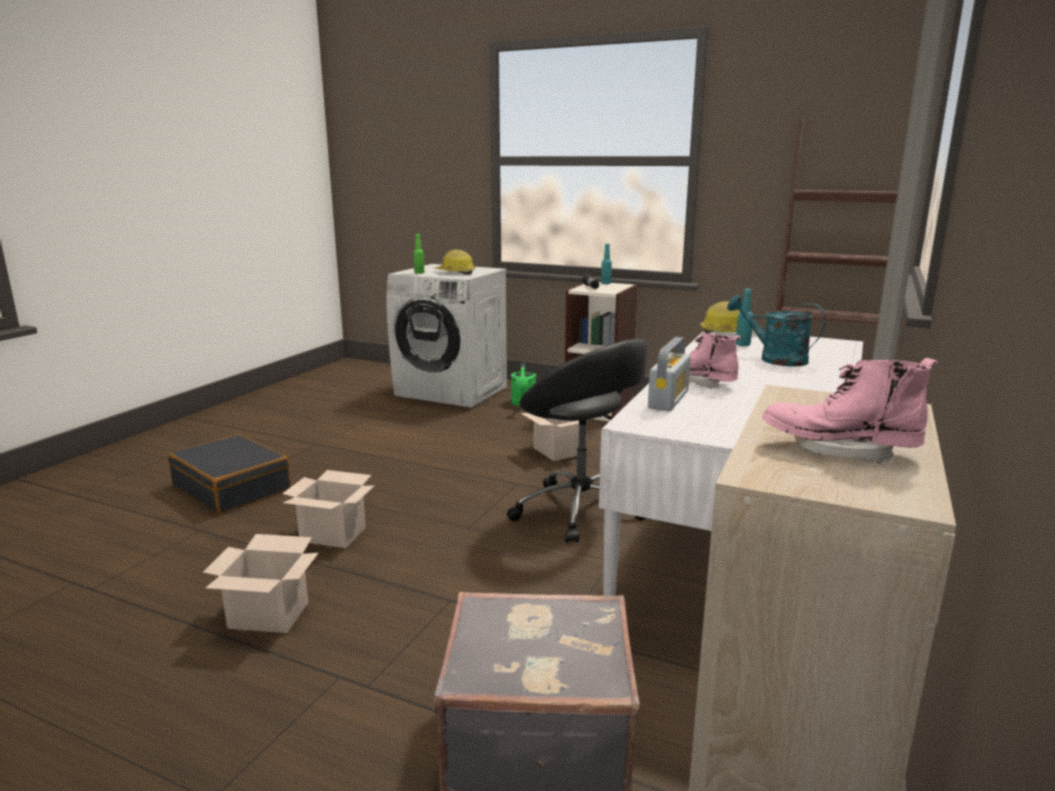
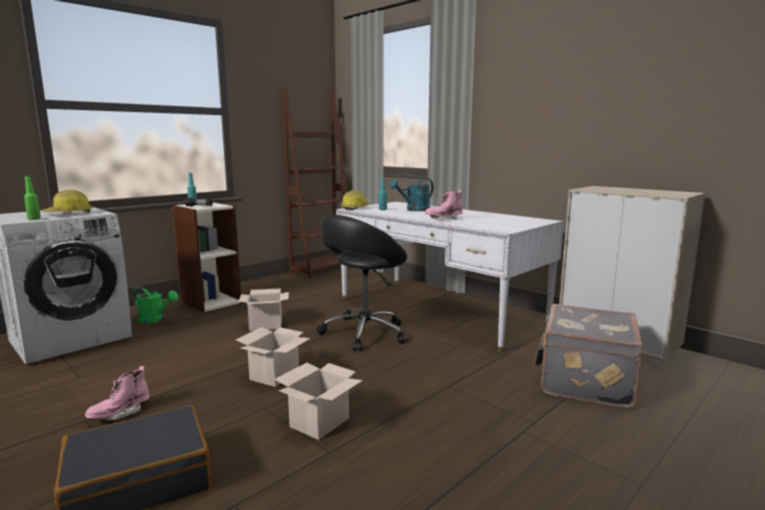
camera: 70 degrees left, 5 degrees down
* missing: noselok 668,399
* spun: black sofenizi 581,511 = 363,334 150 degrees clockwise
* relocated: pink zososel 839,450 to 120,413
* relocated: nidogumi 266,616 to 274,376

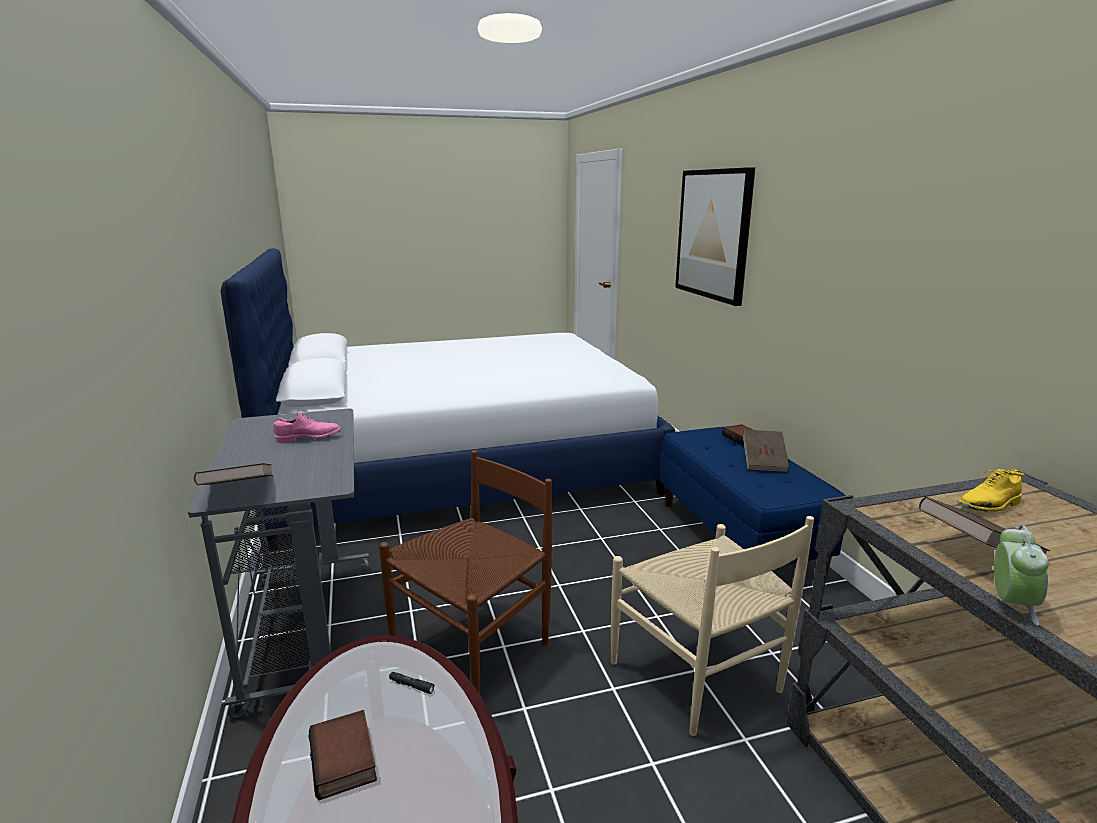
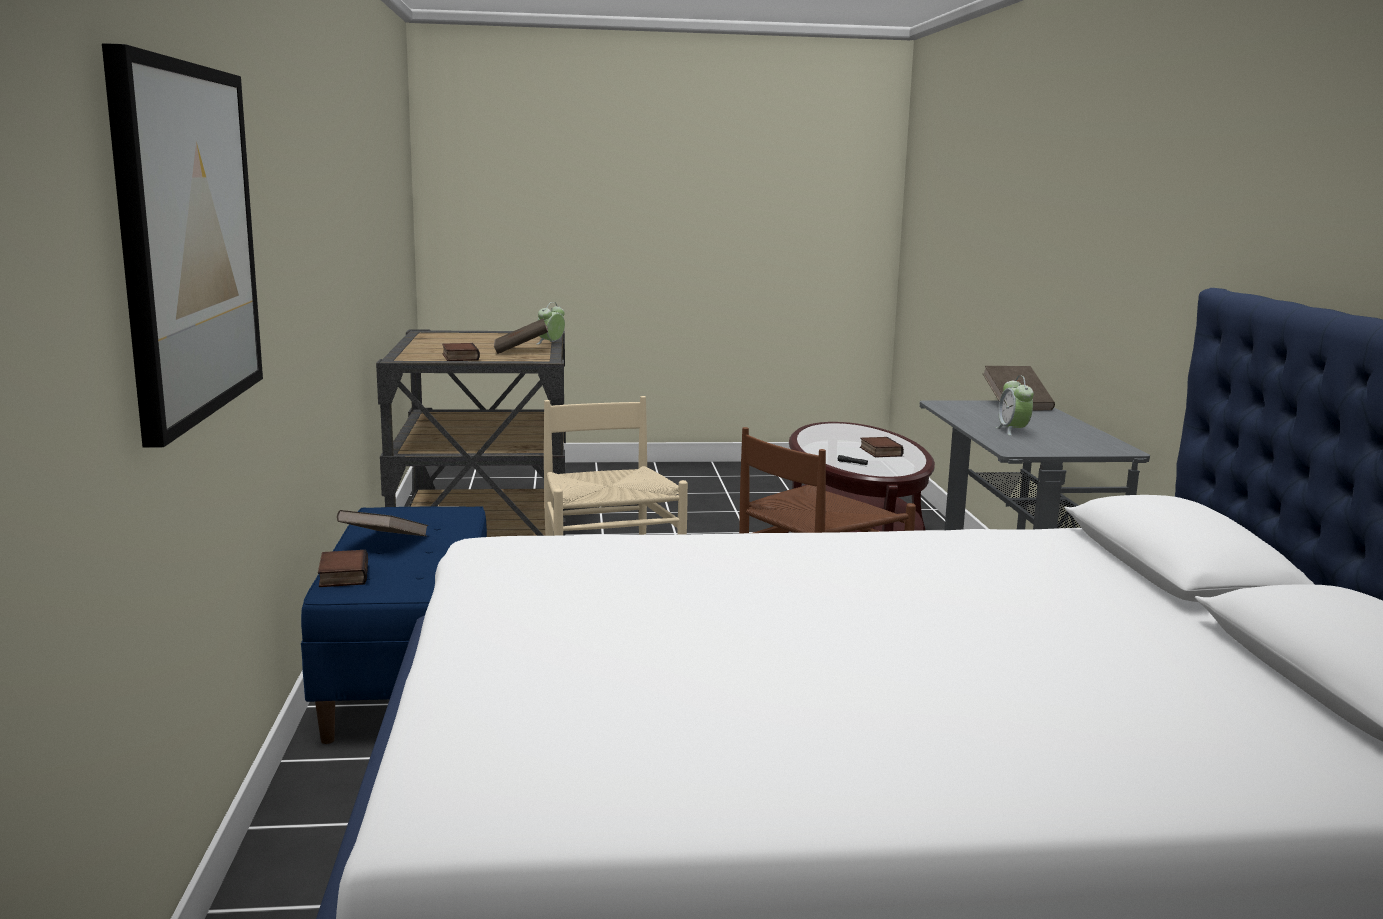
camera: 170 degrees left, 5 degrees down
* exchanged: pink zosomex 309,438 to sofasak 1013,431
* exchanged: yellow zosomex 988,506 to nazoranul 459,357

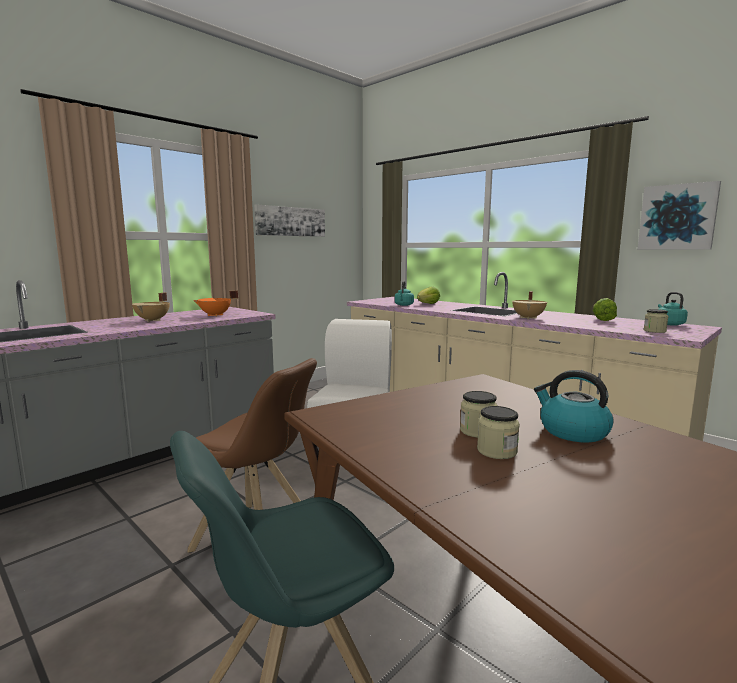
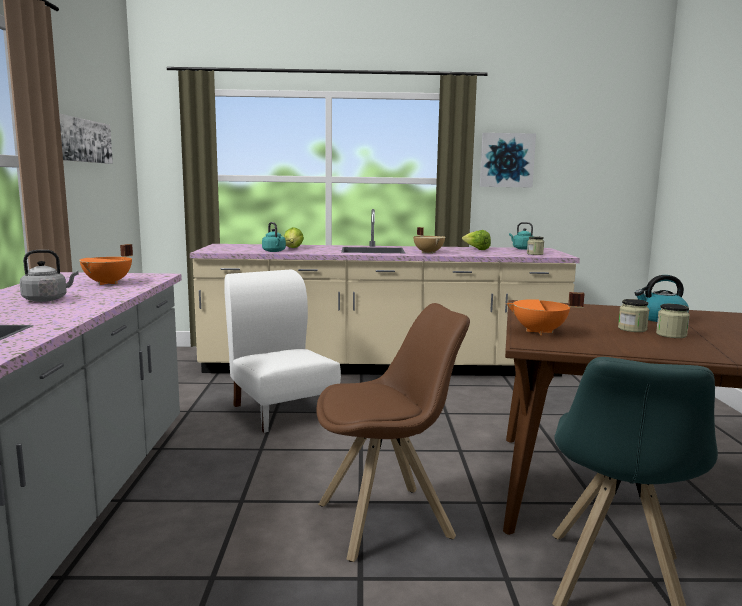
camera: 45 degrees left, 0 degrees up
* exchanged: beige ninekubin 153,320 to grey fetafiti 47,299
* appeared: orange ninekubin 540,332

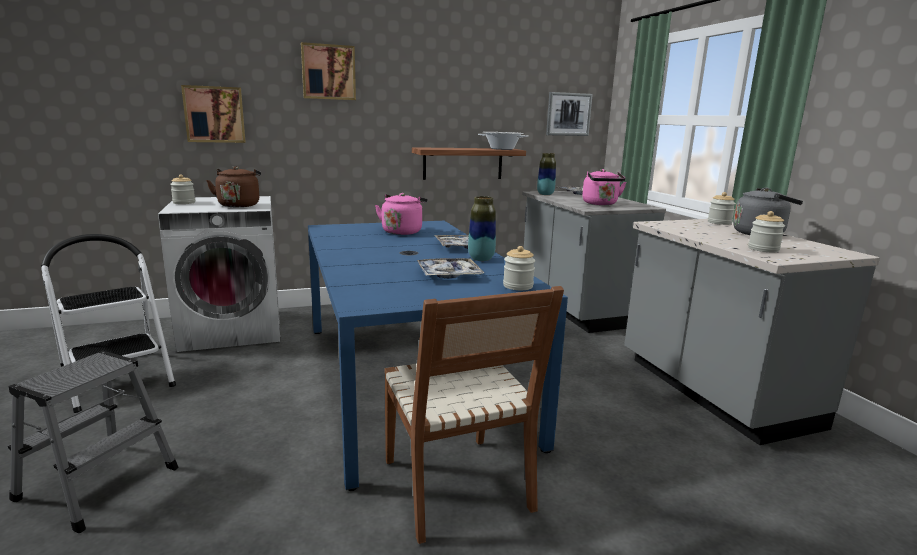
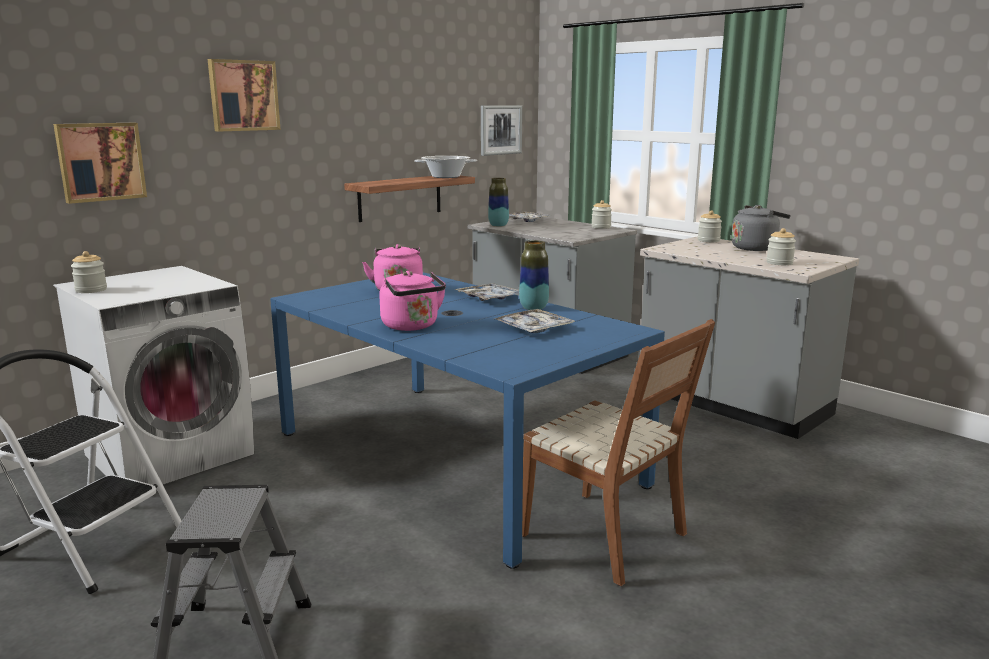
camera: 25 degrees left, 0 degrees up
* missing: brown fetafiti 239,205
* relocated: pink fetafiti 601,204 to 412,326
* relocated: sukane 518,286 to 601,227

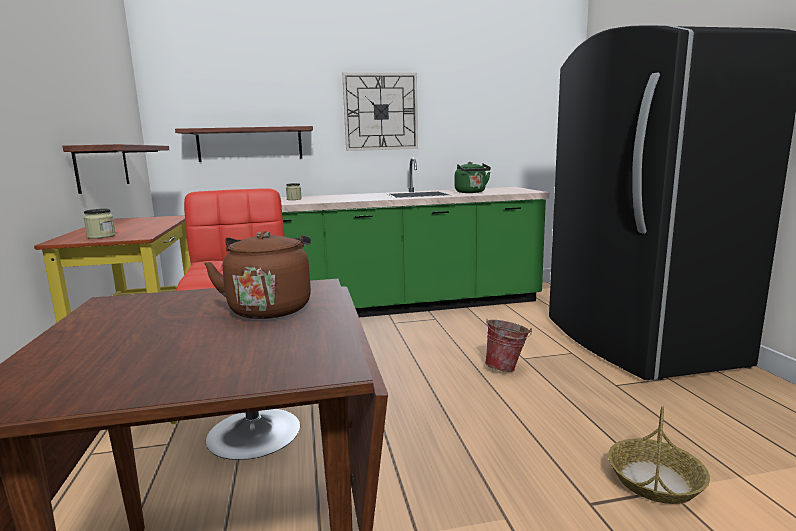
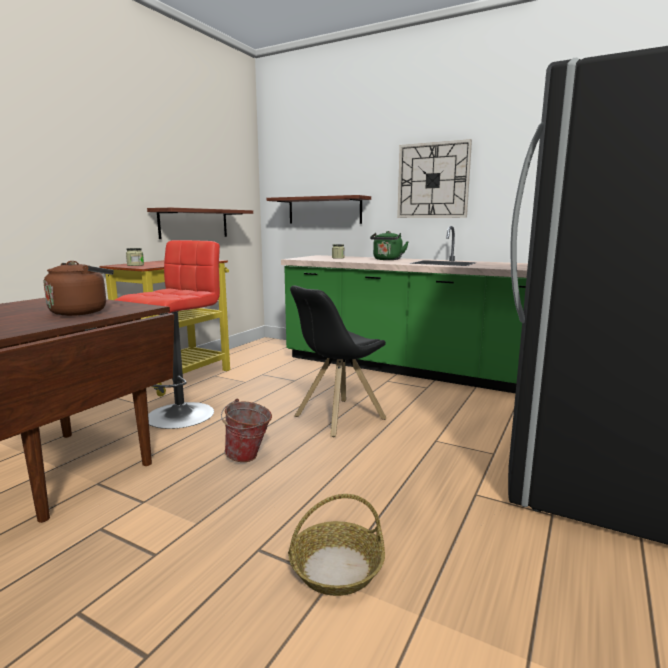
camera: 40 degrees right, 0 degrees up
* relocated: green fetafiti 471,192 to 387,259
* relocated: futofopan 507,368 to 248,458
* appeared: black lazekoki 338,417

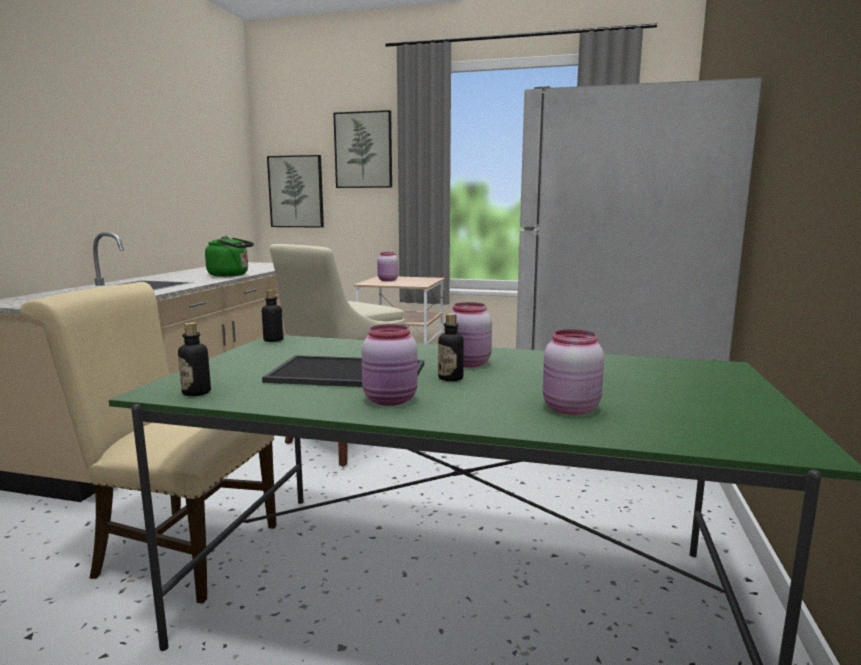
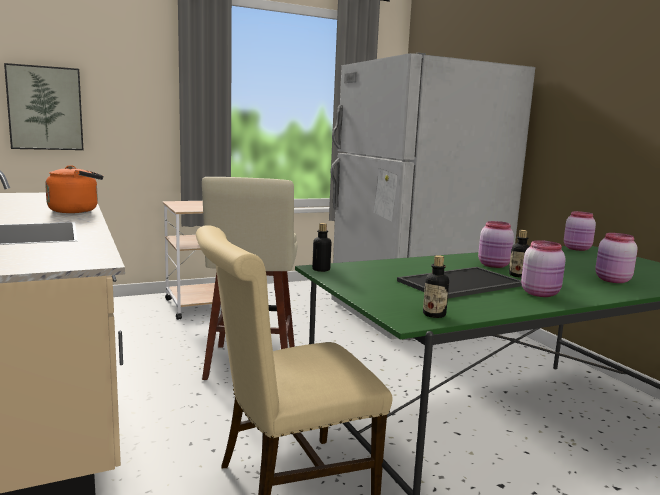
camera: 40 degrees left, 0 degrees up
* missing: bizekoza 363,150
* colour: green fetafiti 231,275 to orange fetafiti 76,210
* relocated: pink sukane 387,280 to 577,249

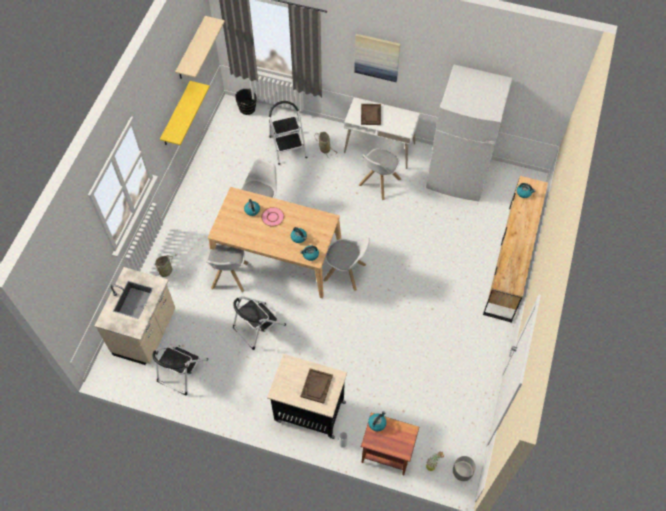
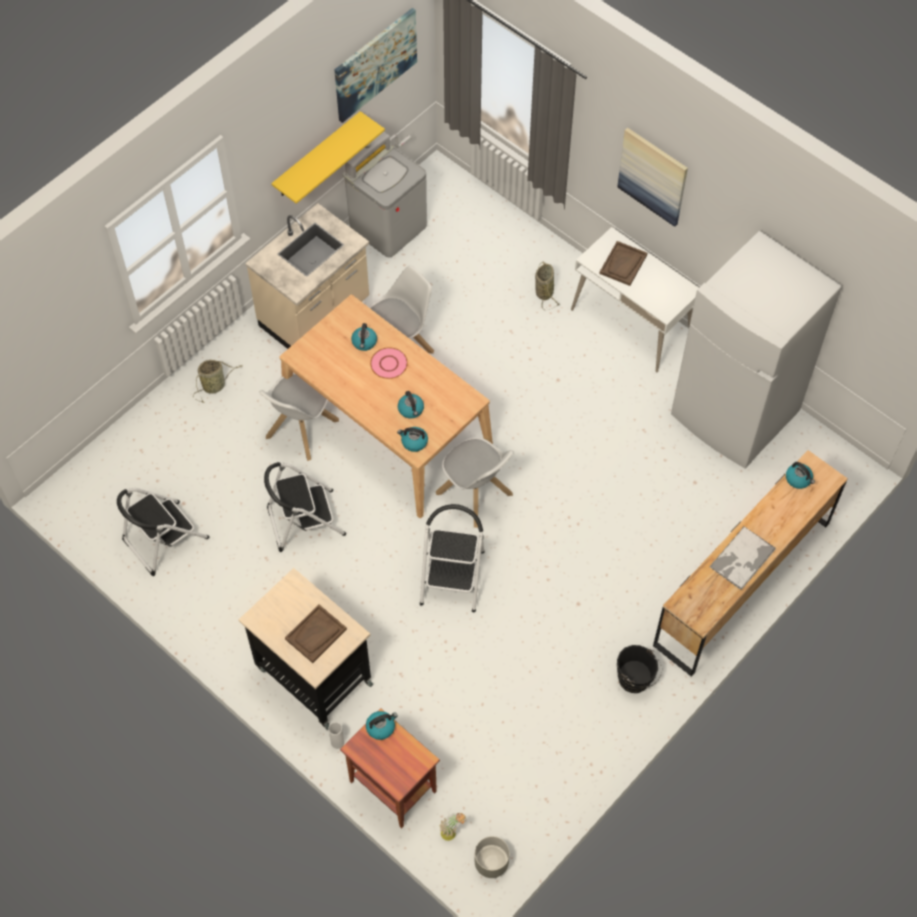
camera: 25 degrees right, 0 degrees up
* exchanged: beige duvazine 191,49 to bizekoza 375,64
* relocated: black futofopan 248,109 to 636,680
* relocated: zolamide 288,146 to 453,575
* missing: lazekoki 378,183
* relocated: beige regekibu 146,333 to 315,315
* appeared: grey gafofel 389,226
* appeared: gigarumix 742,559

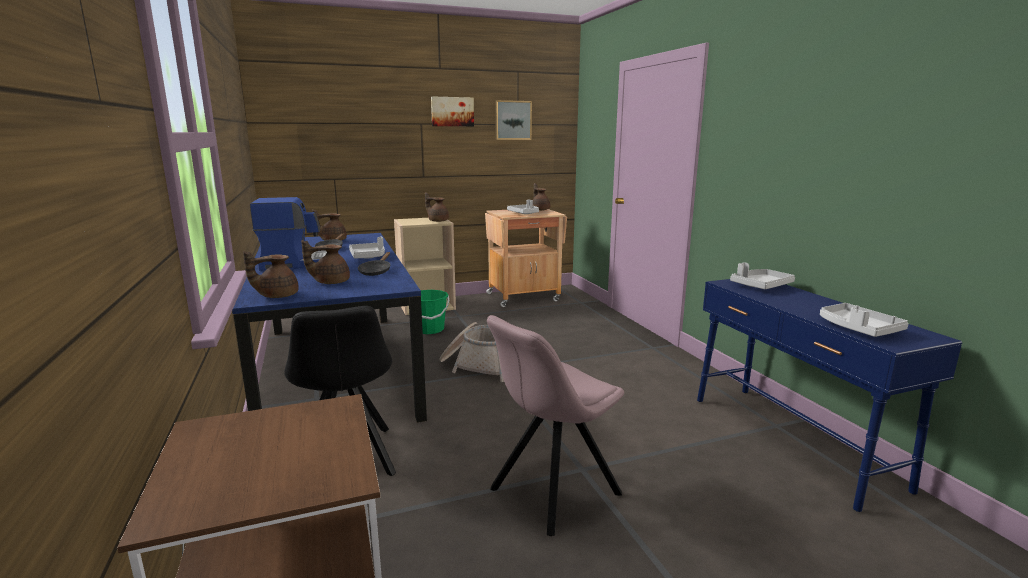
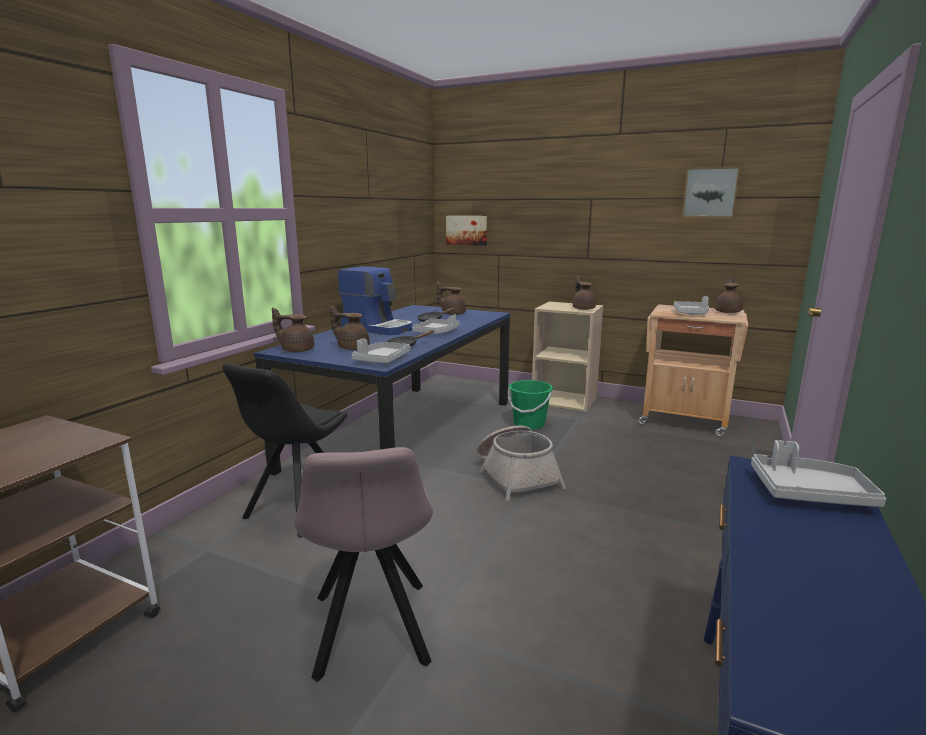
camera: 45 degrees right, 0 degrees up
* relocated: bizekoza 452,111 to 467,230
* relocated: grey gigarumix 858,329 to 382,360
* spun: pink lazekoki 553,491 = 371,629 105 degrees counterclockwise

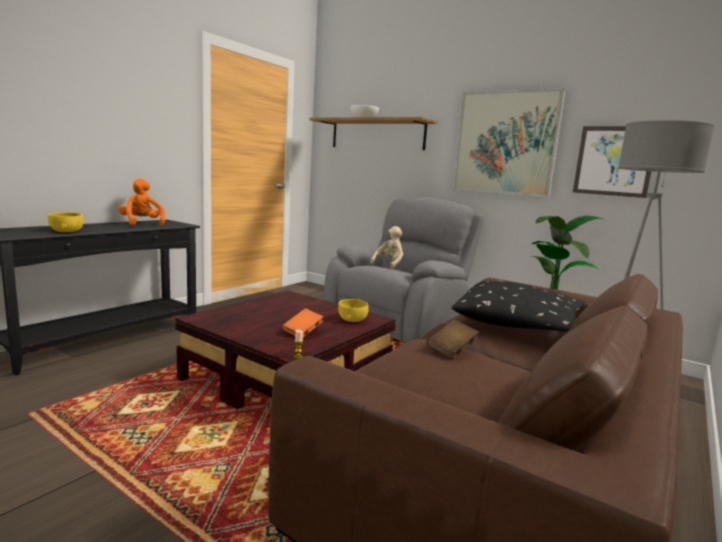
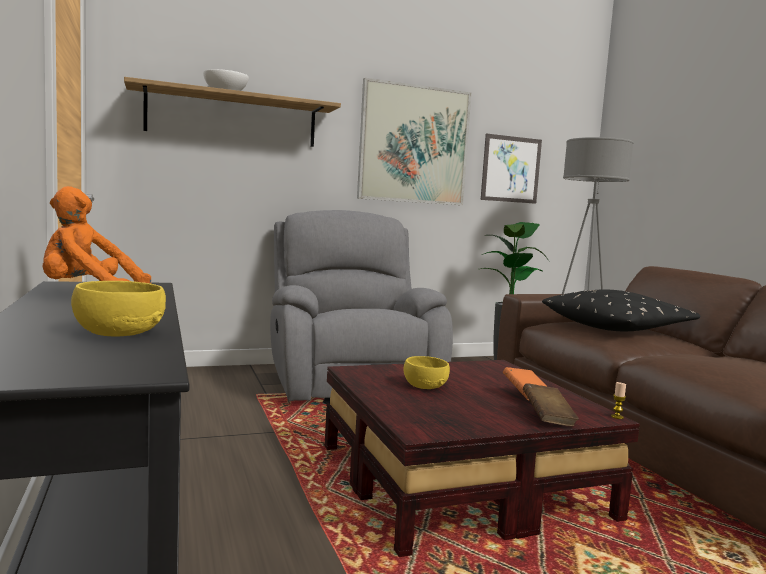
camera: 55 degrees left, 5 degrees down
* missing: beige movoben 389,264
* relocated: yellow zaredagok 352,319 to 425,386
* relocated: brown nazoranul 451,349 to 548,418

